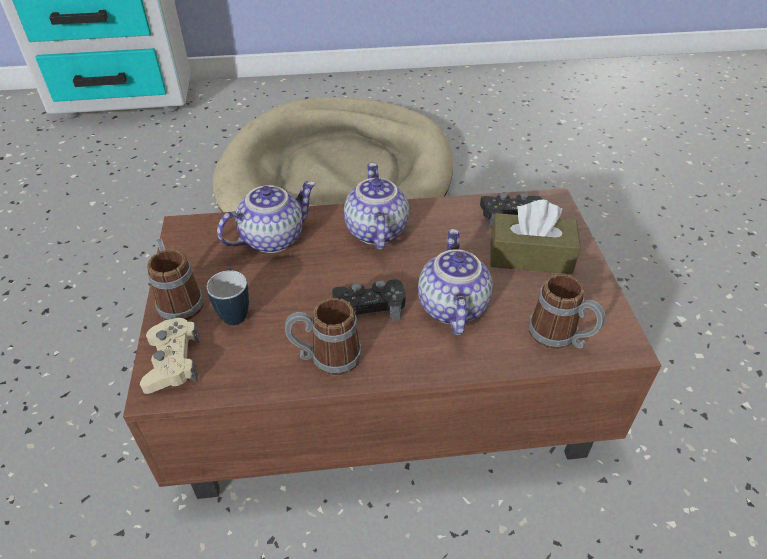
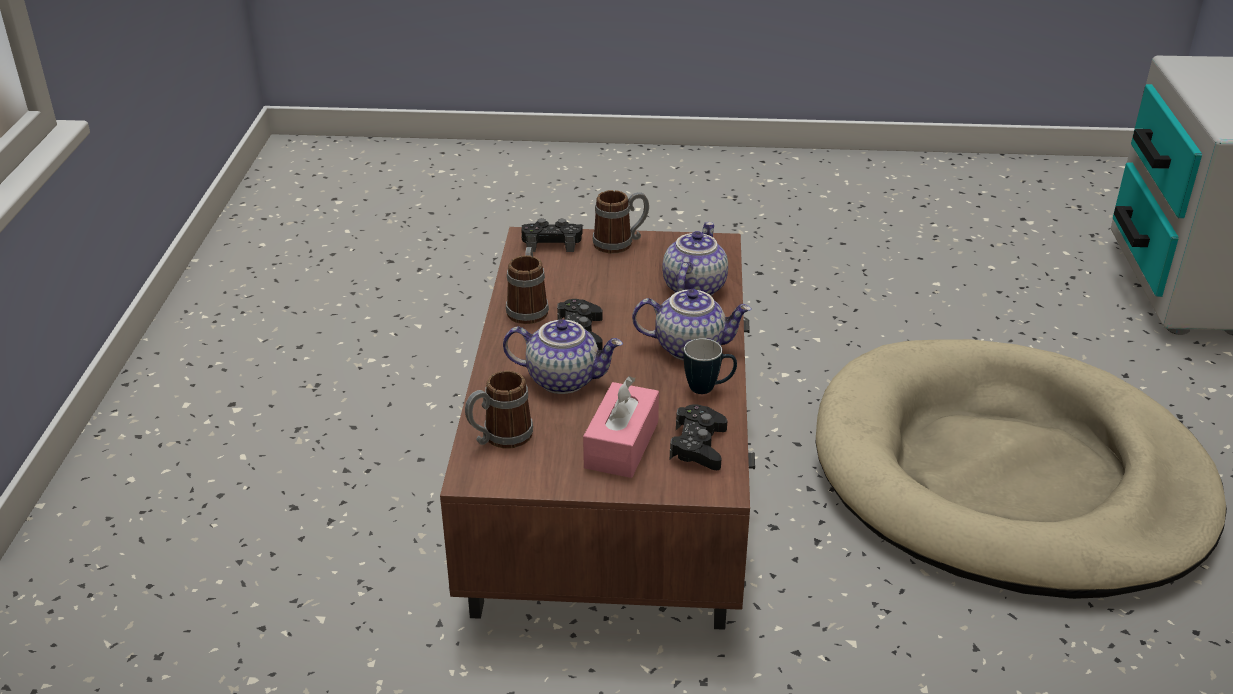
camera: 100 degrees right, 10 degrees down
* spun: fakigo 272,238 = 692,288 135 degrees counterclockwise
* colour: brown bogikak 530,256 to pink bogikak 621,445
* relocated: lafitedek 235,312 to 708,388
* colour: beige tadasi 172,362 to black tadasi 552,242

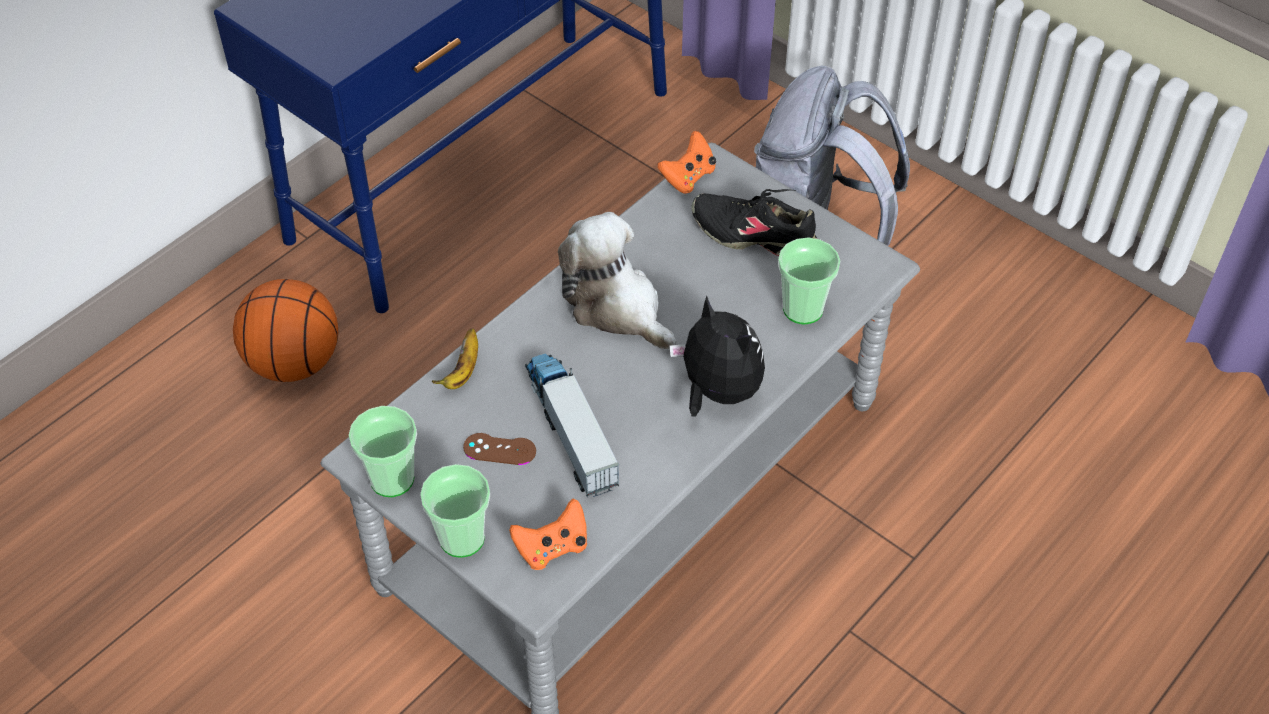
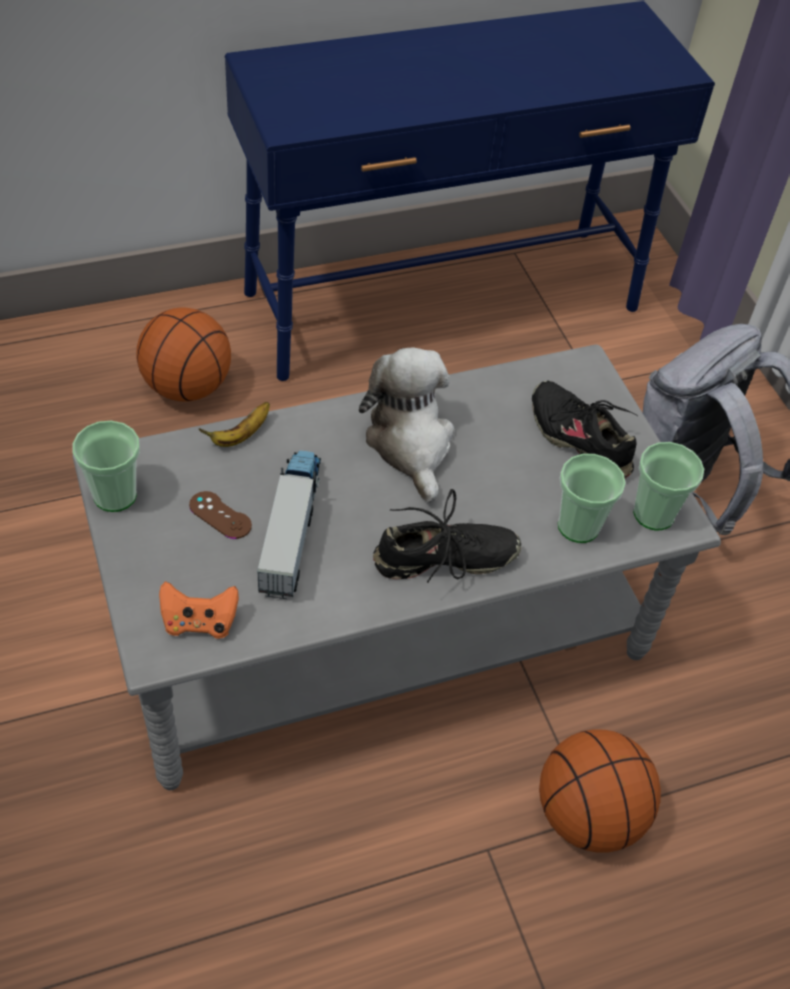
camera: 25 degrees right, 0 degrees up
* missing: orange tadasi 688,177
* exchanged: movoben 717,392 to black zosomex 445,560
* relocated: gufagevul 462,538 to 653,514
* appeared: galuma 588,815

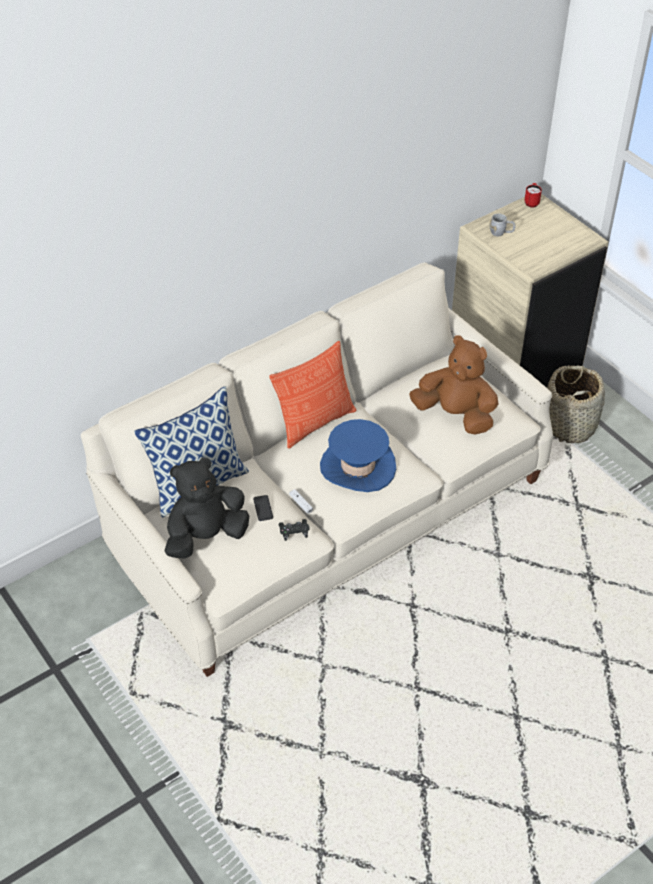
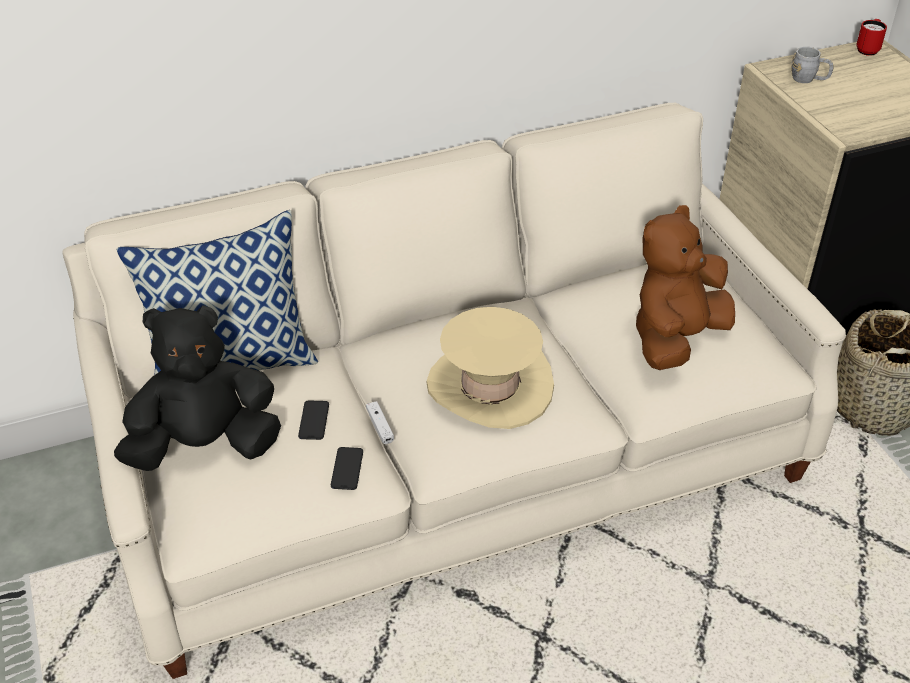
camera: 15 degrees right, 5 degrees down
* spun: brown movoben 455,415 = 676,339 90 degrees counterclockwise
* missing: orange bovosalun 315,422
* colour: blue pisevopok 358,466 to beige pisevopok 490,386
* exchanged: black tadasi 294,533 to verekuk 347,469

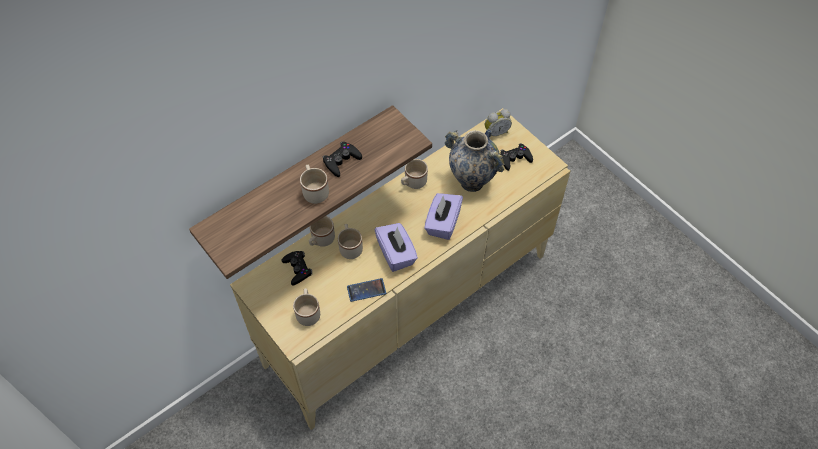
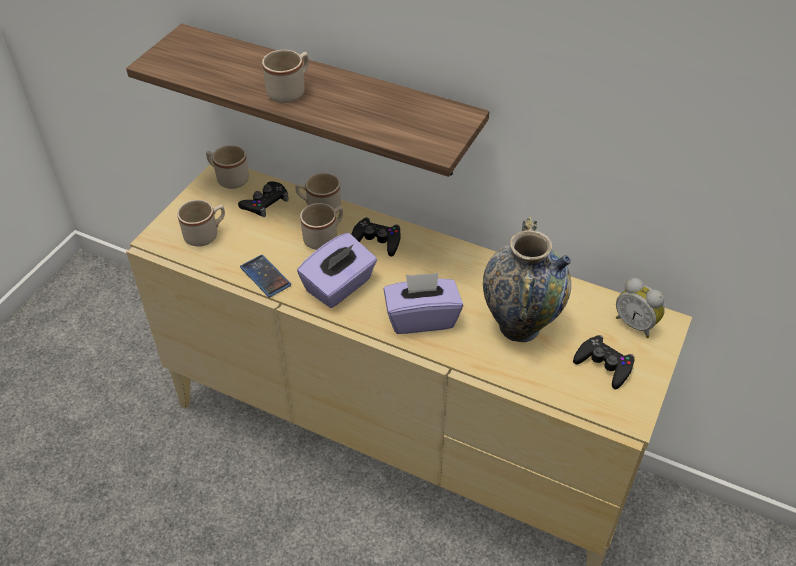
camera: 65 degrees right, 10 degrees down
* relocated: black tadasi 341,161 to 376,241
* relocated: beige lafitedek 413,183 to 229,179

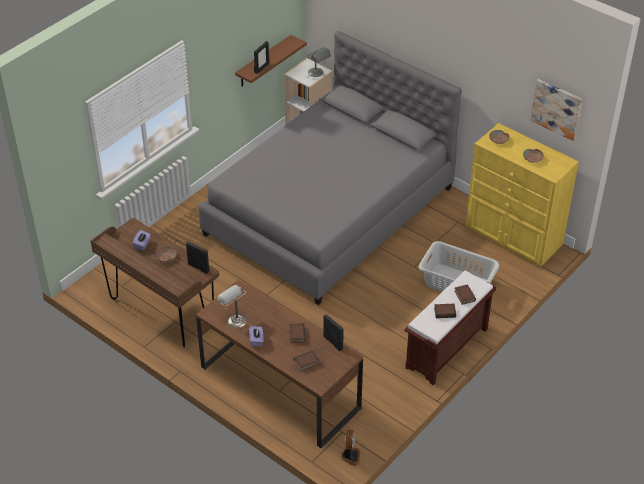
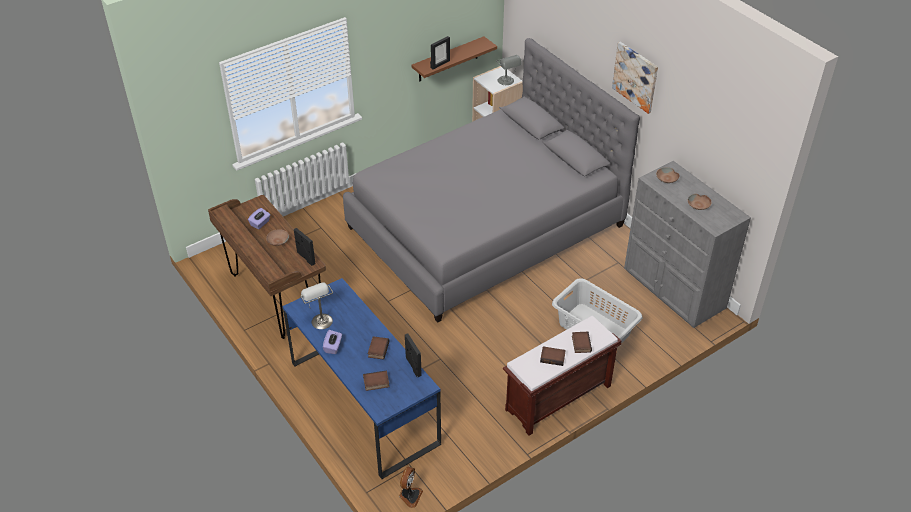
camera: 15 degrees right, 0 degrees up
* relocated: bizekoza 556,109 to 636,77
* colour: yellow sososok 513,238 to grey sososok 673,291
* colour: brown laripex 280,387 to blue laripex 364,402

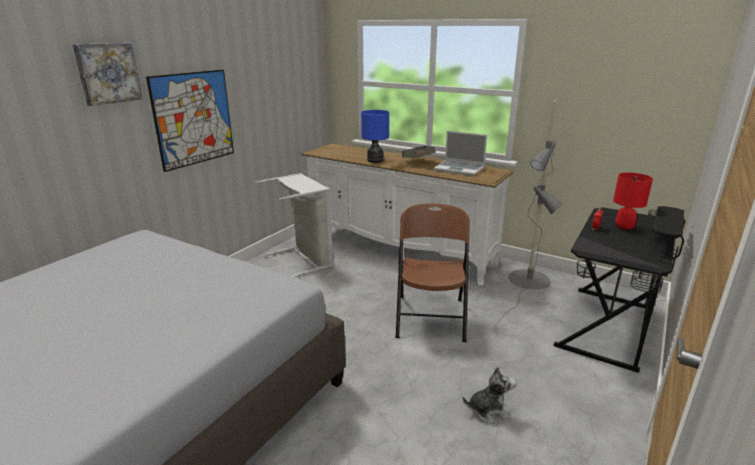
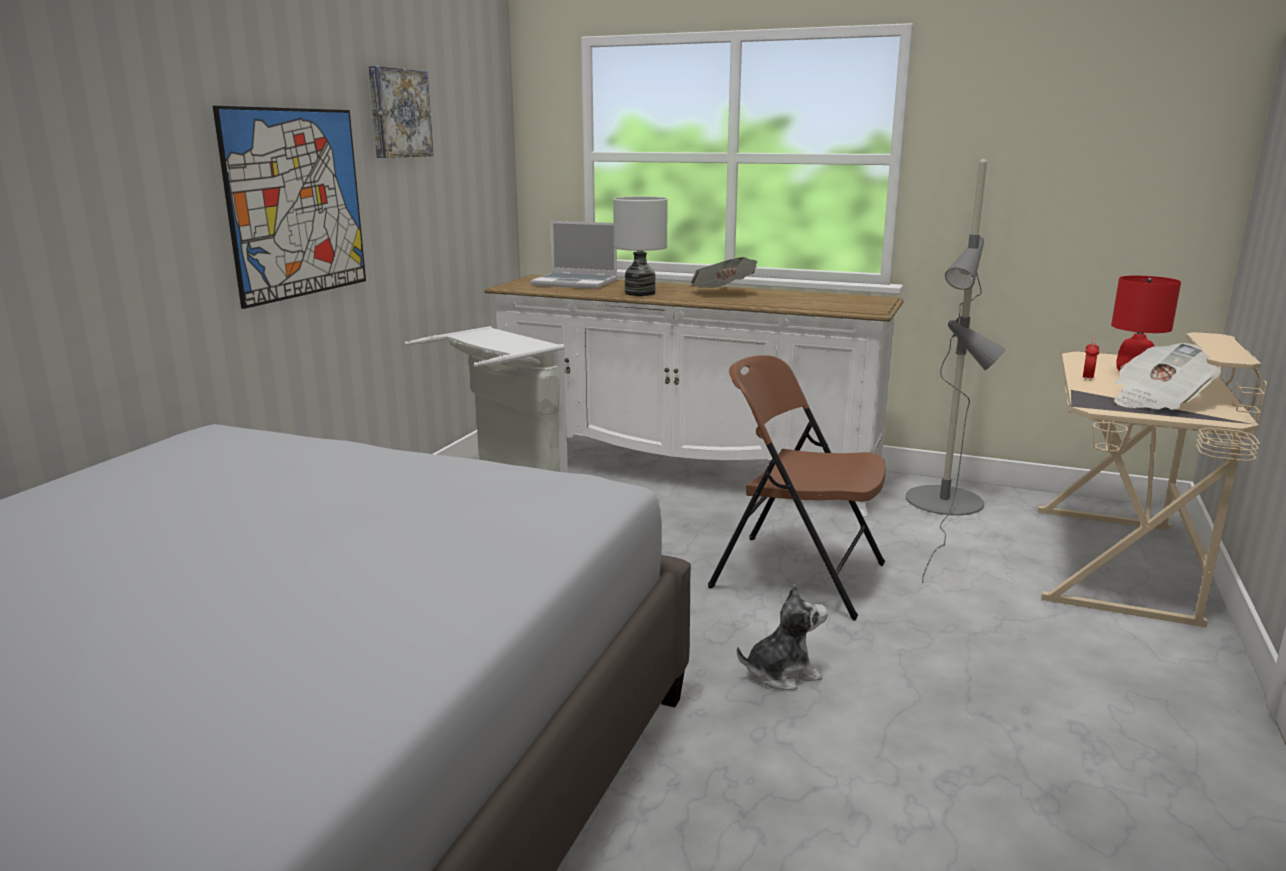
camera: 10 degrees left, 5 degrees down
* relocated: bizekoza 107,73 to 398,113
* colour: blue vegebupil 375,160 to grey vegebupil 640,293
* relocated: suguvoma 460,169 to 576,283
* spun: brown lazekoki 430,318 = 798,575 60 degrees counterclockwise
* colour: black laripex 609,327 to beige laripex 1120,562
* relocated: movoben 488,411 to 782,673
* appeared: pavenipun 1156,401

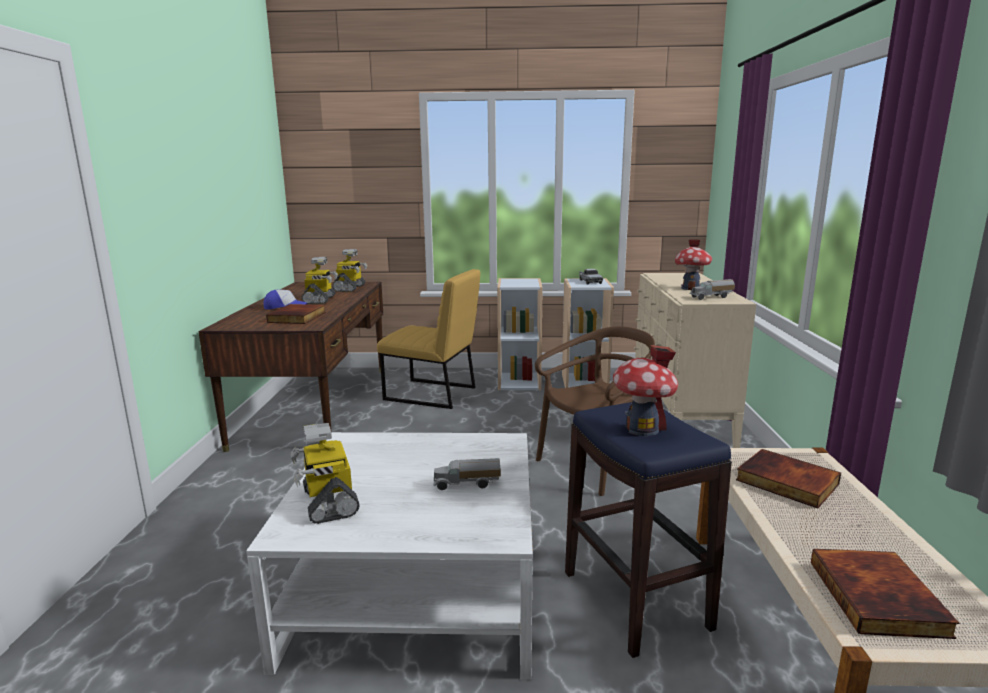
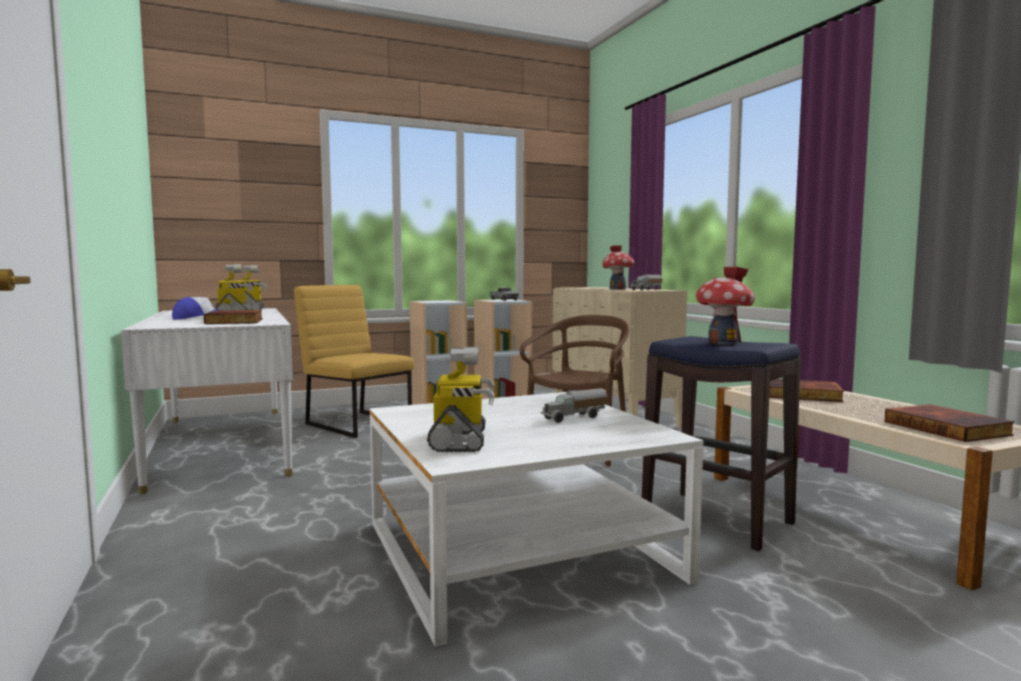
camera: 25 degrees left, 10 degrees down
* spun: yellow lazekoki 432,394 = 357,423 135 degrees counterclockwise
* colour: brown laripex 316,405 to white laripex 223,444
* spun: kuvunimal 328,502 = 460,441 135 degrees counterclockwise

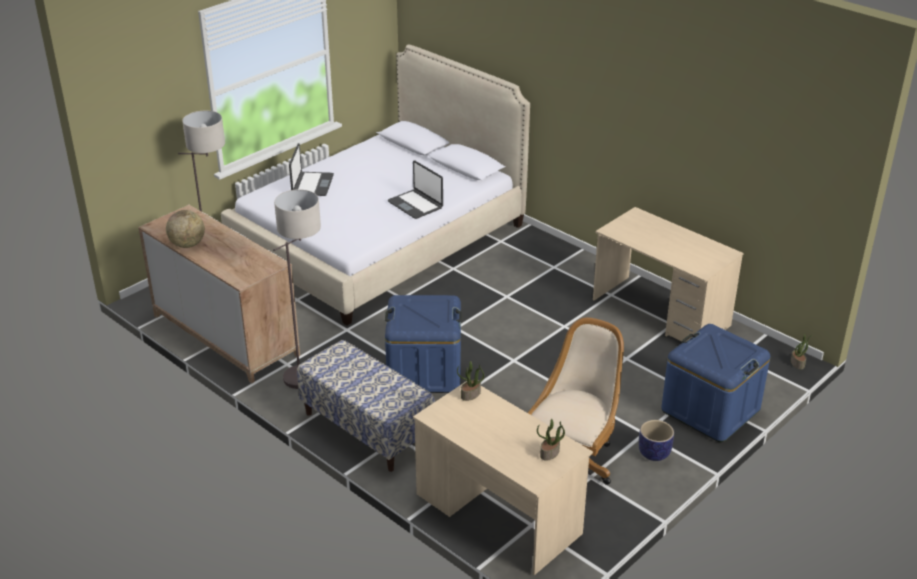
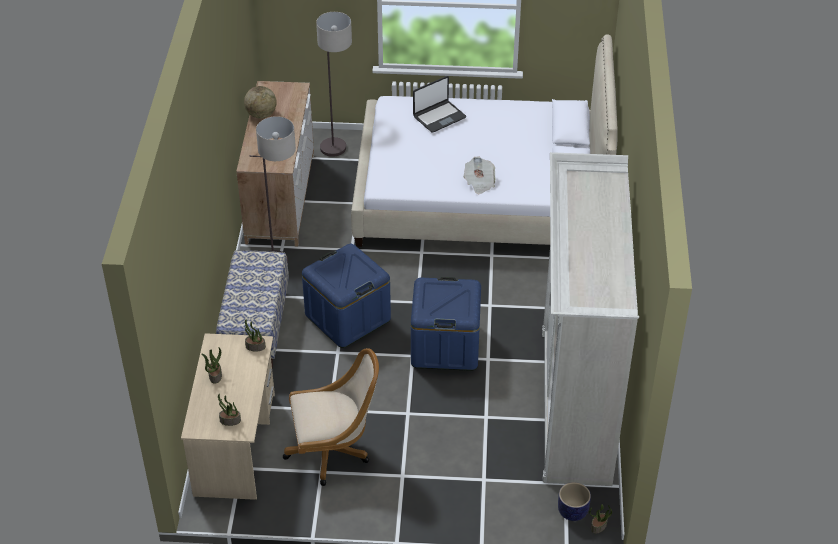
camera: 50 degrees right, 10 degrees up
* exchanged: suguvoma 416,205 to pavenipun 479,182
* exchanged: beige laripex 660,313 to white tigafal 572,405
* relocated: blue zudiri 710,410 to 445,346
* relocated: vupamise 653,453 to 572,511
* appeared: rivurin 215,375

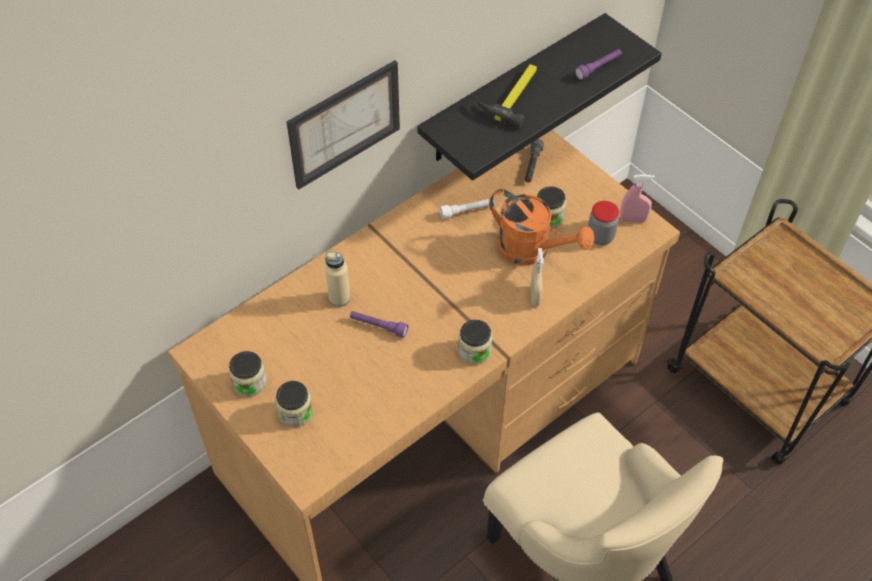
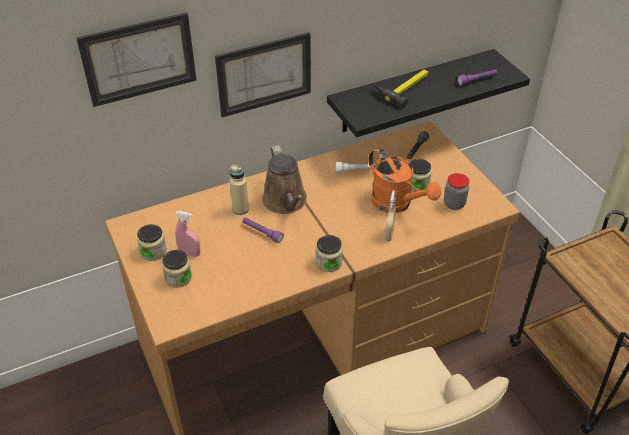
camera: 15 degrees right, 10 degrees down
* relocated: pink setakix 632,220 to 189,253
* appeared: bizekoza 139,59
* appeared: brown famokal 286,202

